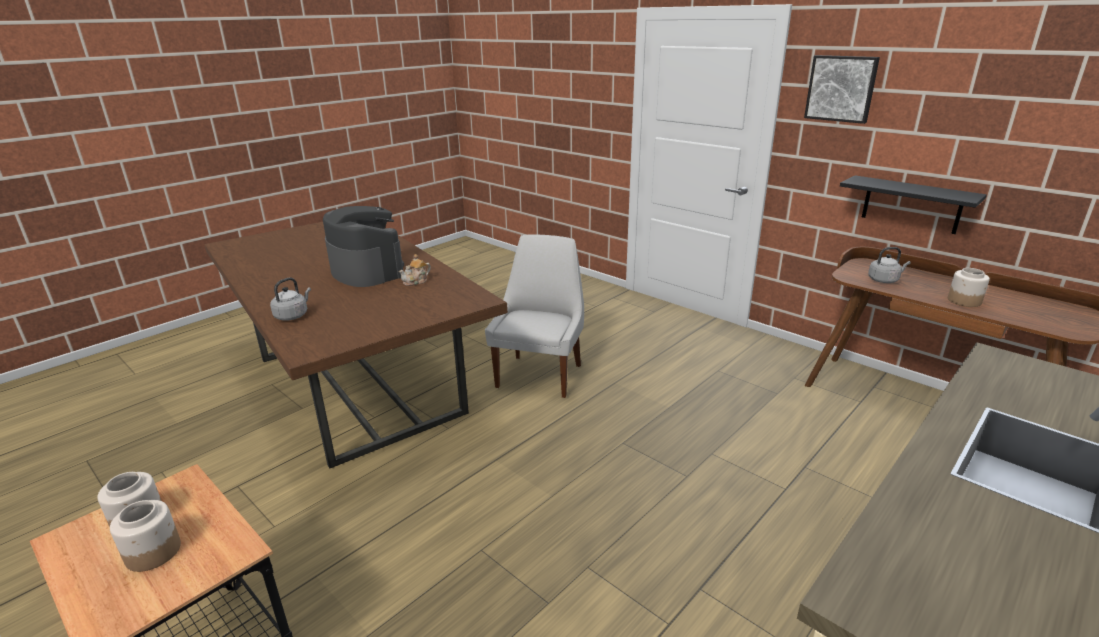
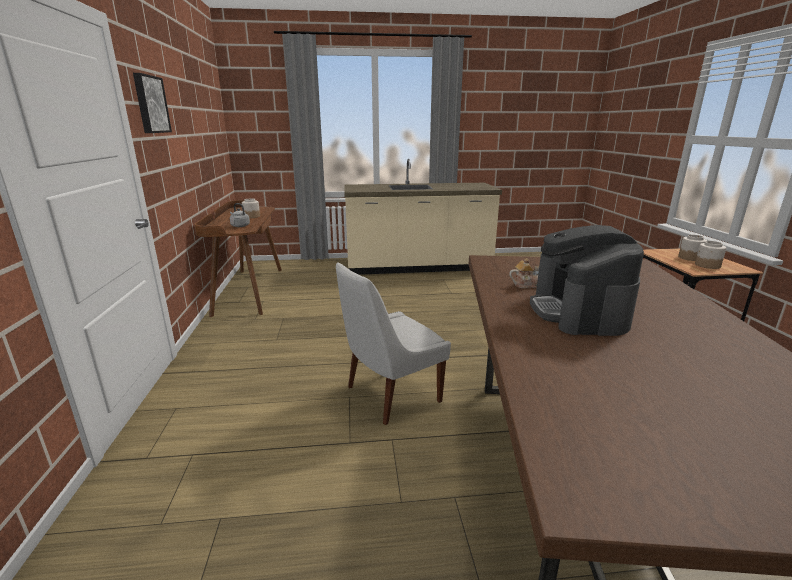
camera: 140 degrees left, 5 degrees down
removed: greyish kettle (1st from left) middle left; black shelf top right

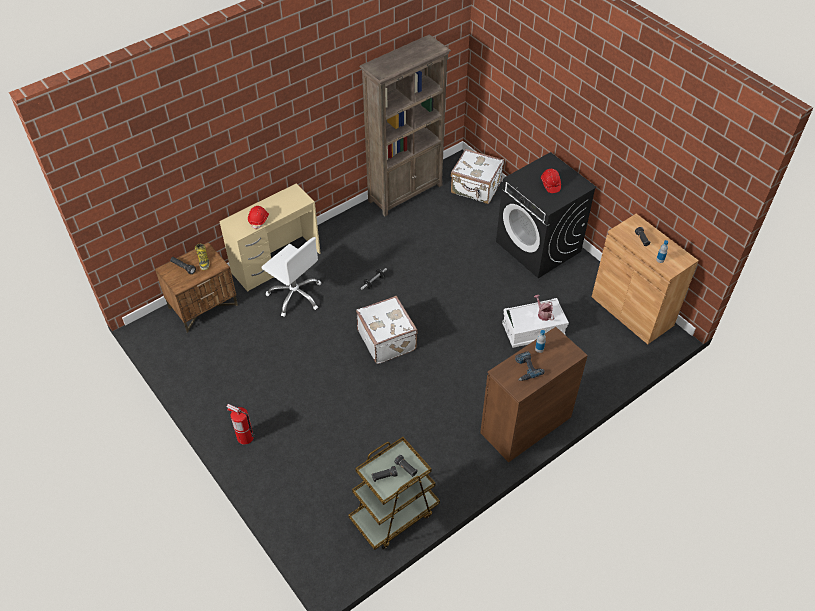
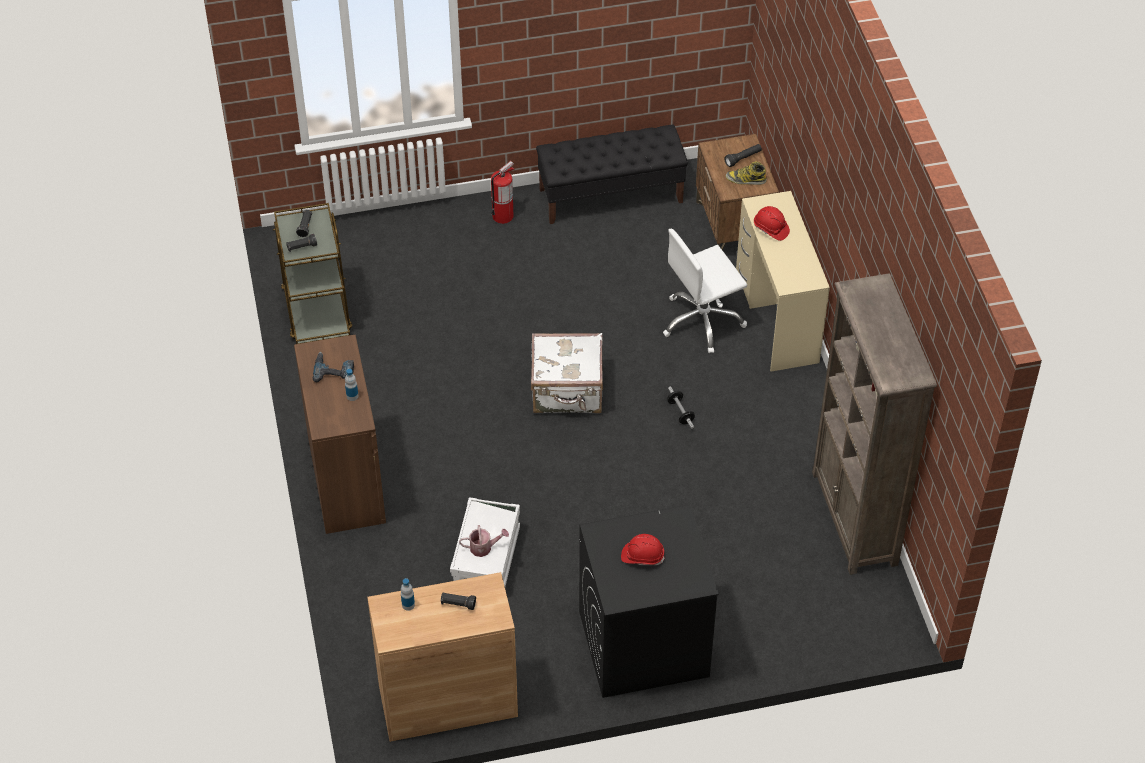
camera: 115 degrees right, 0 degrees up
removed: white travel case (2nd from left) top centre
added: black long seat top centre

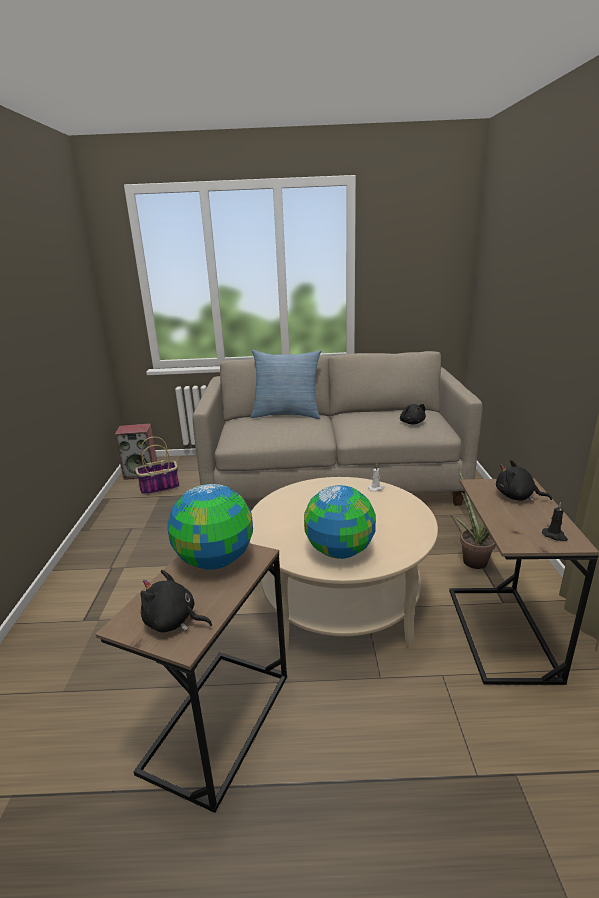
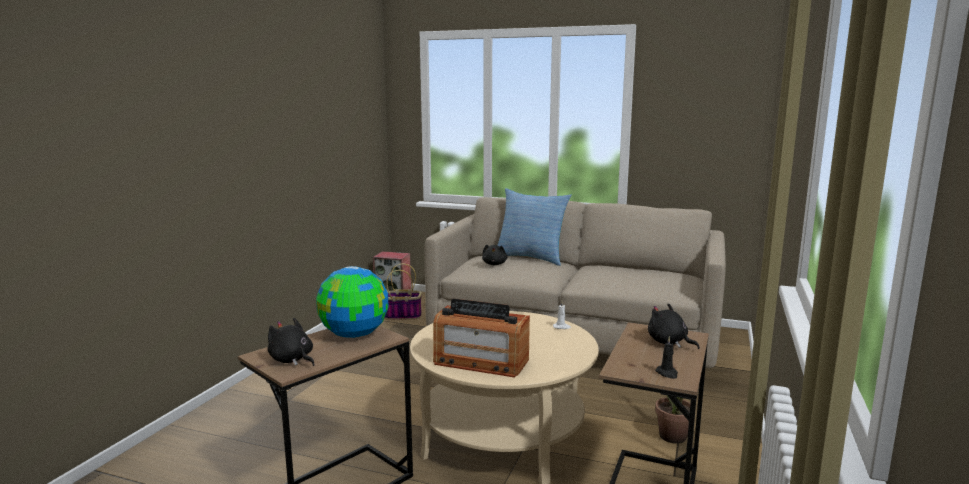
camera: 20 degrees right, 10 degrees down
moved: black soft toy (2nd from left) middle right to centre
replaced: globe (2nd from left) centre to radio receiver bottom centre

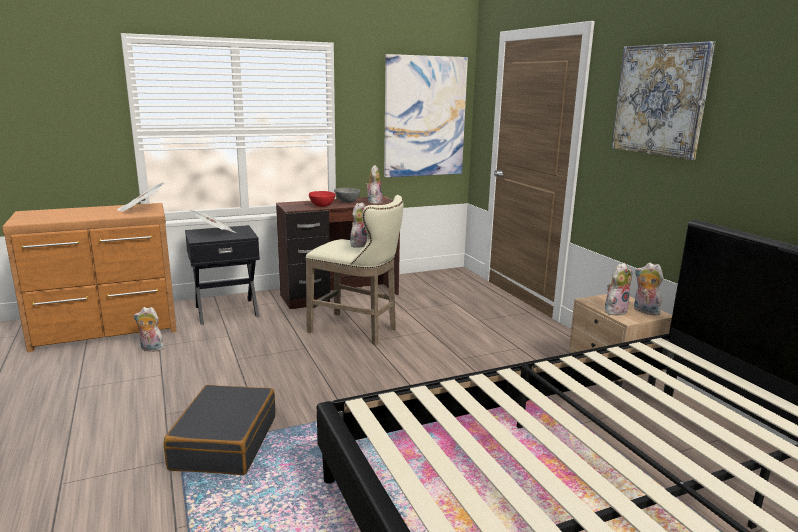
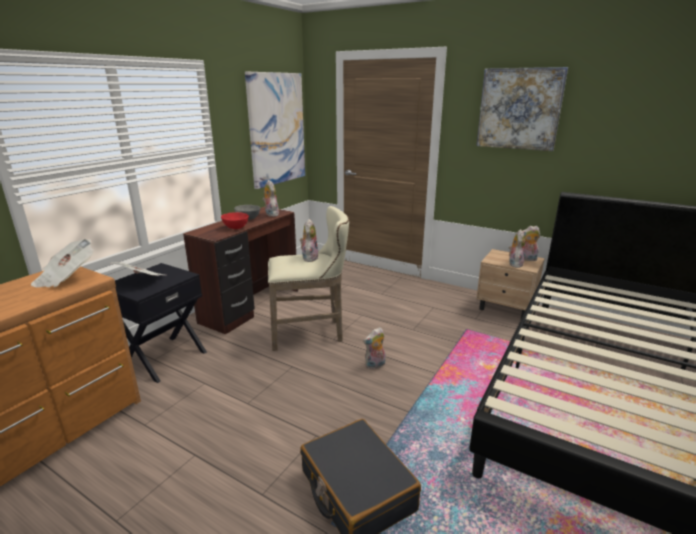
camera: 35 degrees left, 5 degrees up
moved: soft toy (1st from left in the first image) middle left to soft toy (3rd from left) centre

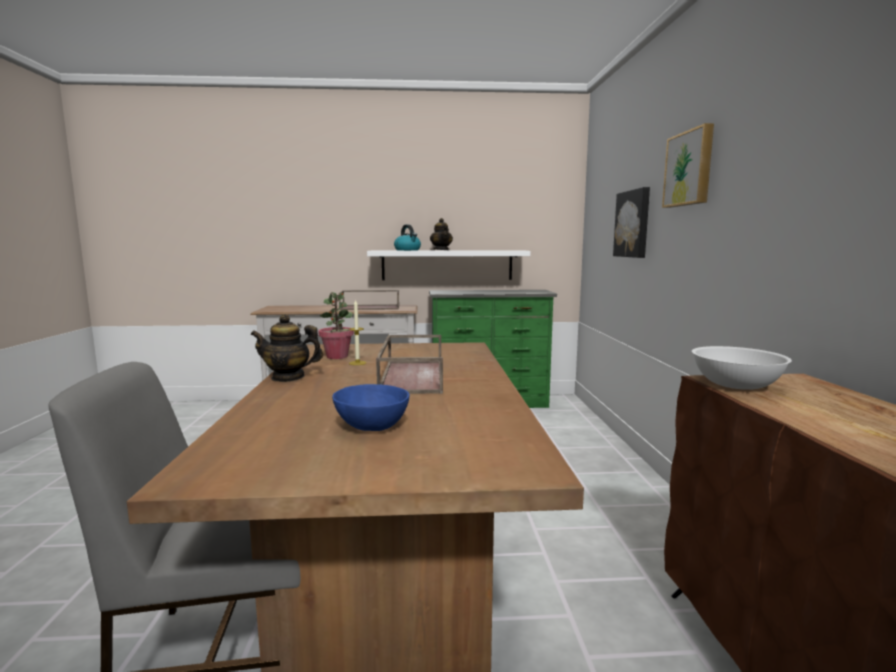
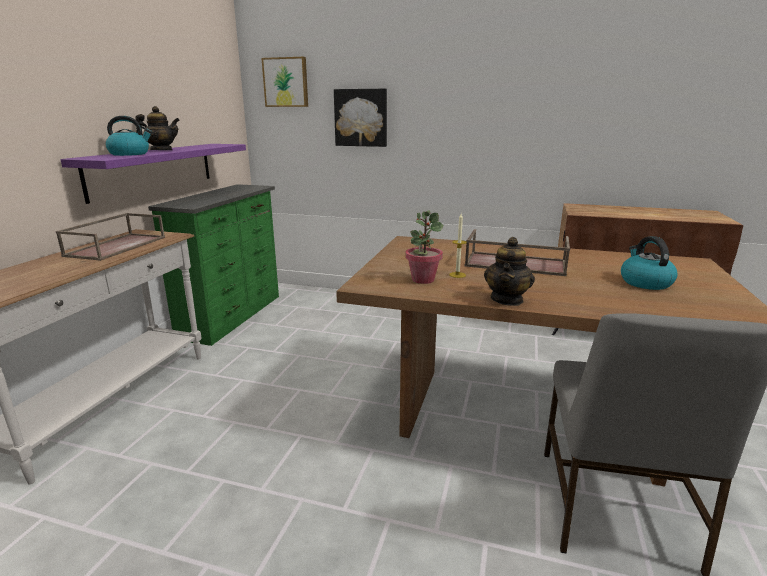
camera: 70 degrees left, 10 degrees up
removed: white serving bowl middle right
moved: picture (2nd from left in the first image) top right to picture (1st from left) top centre
replaced: blue-coloured serving bowl centre to kettle (2nd from left) middle right
recoloured: white shelf centre to purplish shelf top left

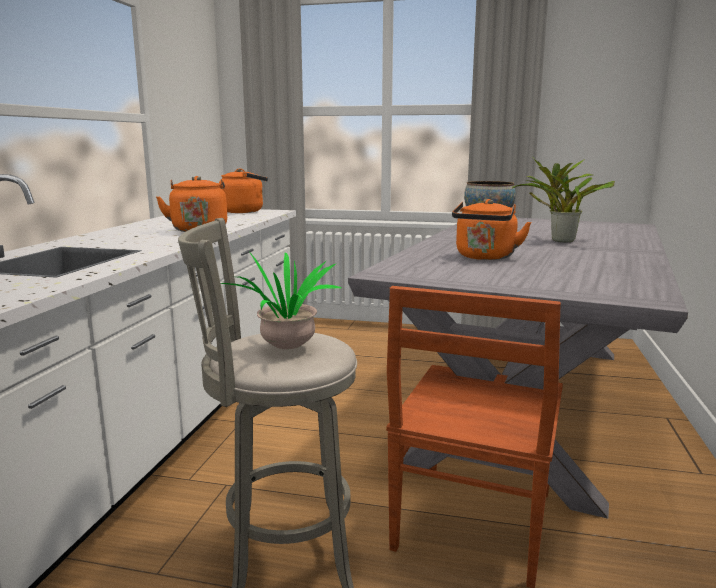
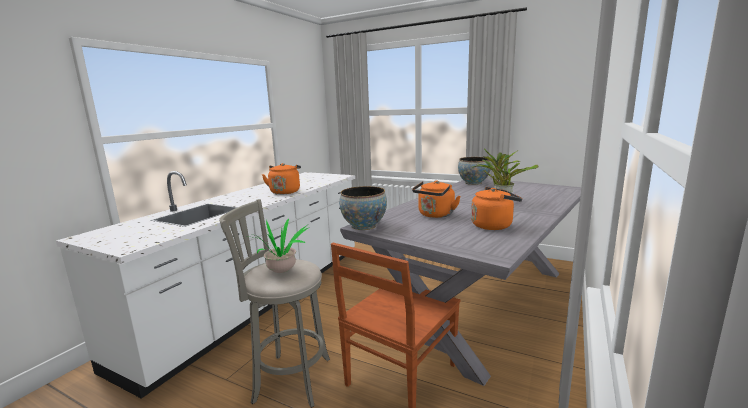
camera: 15 degrees right, 0 degrees up
added: serving bowl (1st from left) centre
moved: orange-coloured kettle (2nd from left in the first image) top centre to orange-coloured kettle (3rd from left) centre

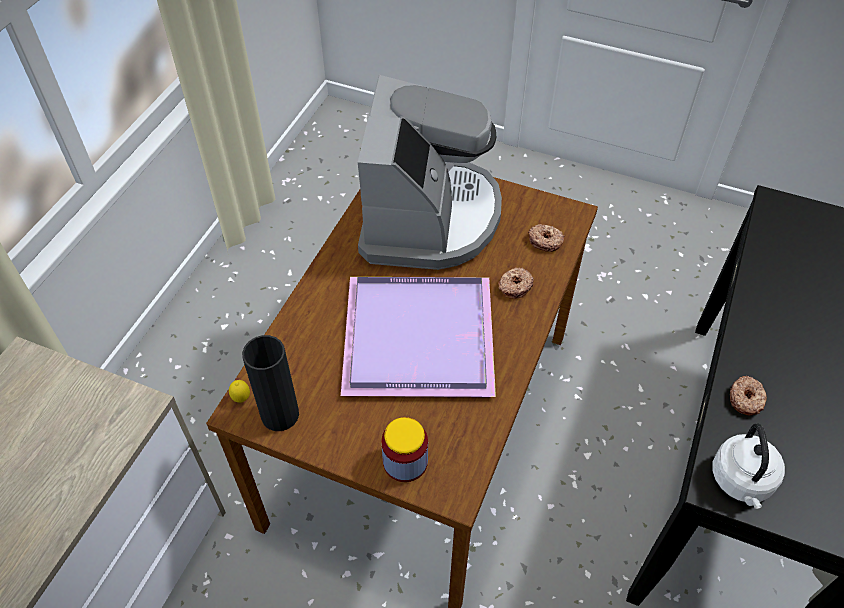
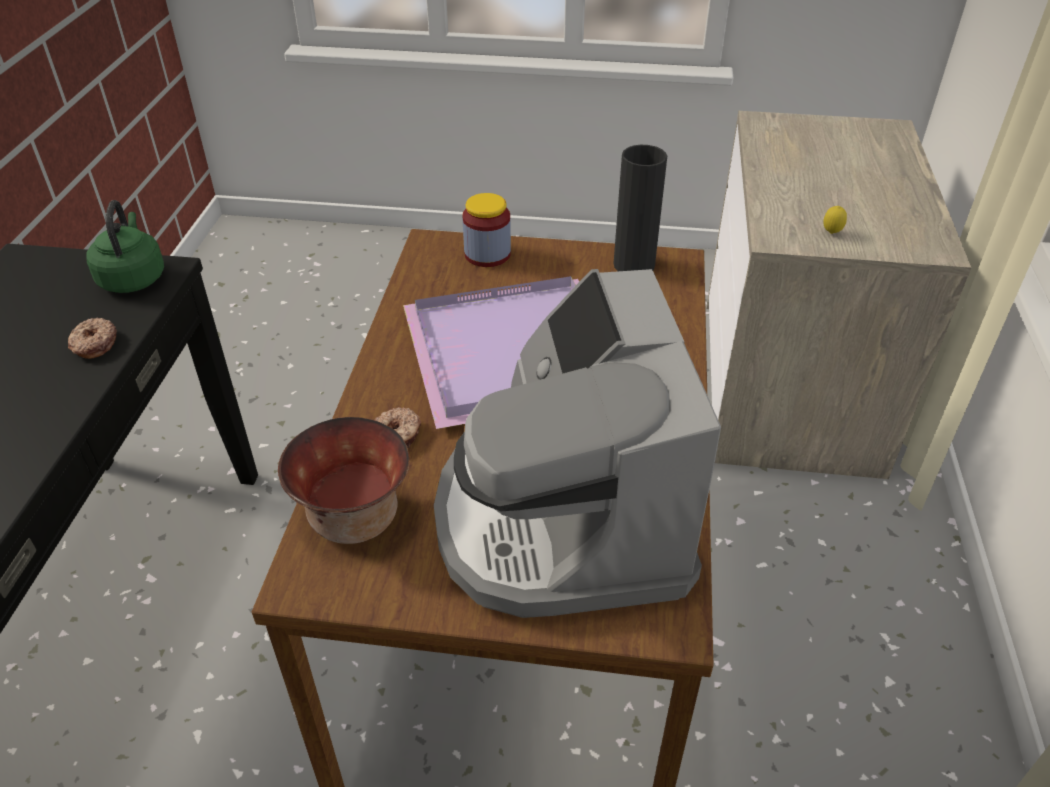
camera: 165 degrees right, 10 degrees down
moved: lemon middle left to top right
replaced: donut (2nd from left) centre to serving bowl middle left
recoloured: white kettle bottom right to green kettle top left

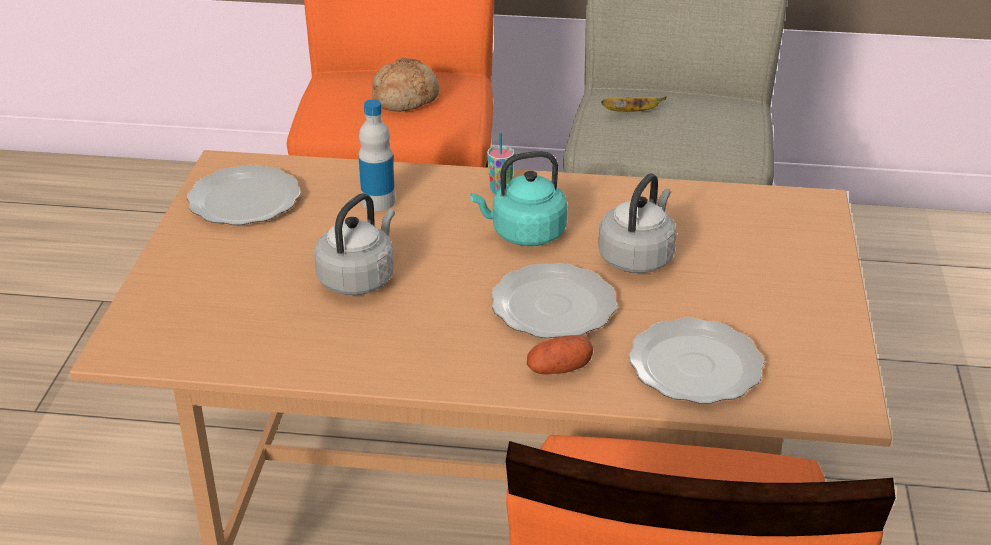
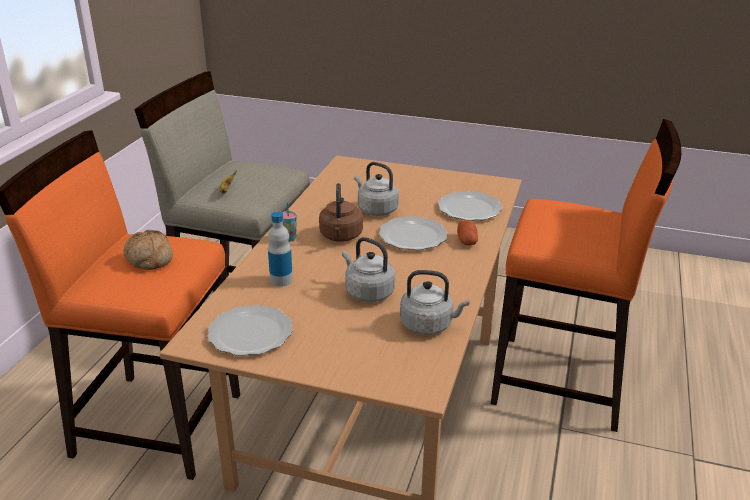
camera: 80 degrees left, 5 degrees down
added: greyish kettle (3rd from left) centre
recoloured: turquoise-coloured kettle centre to brown-coloured kettle centre

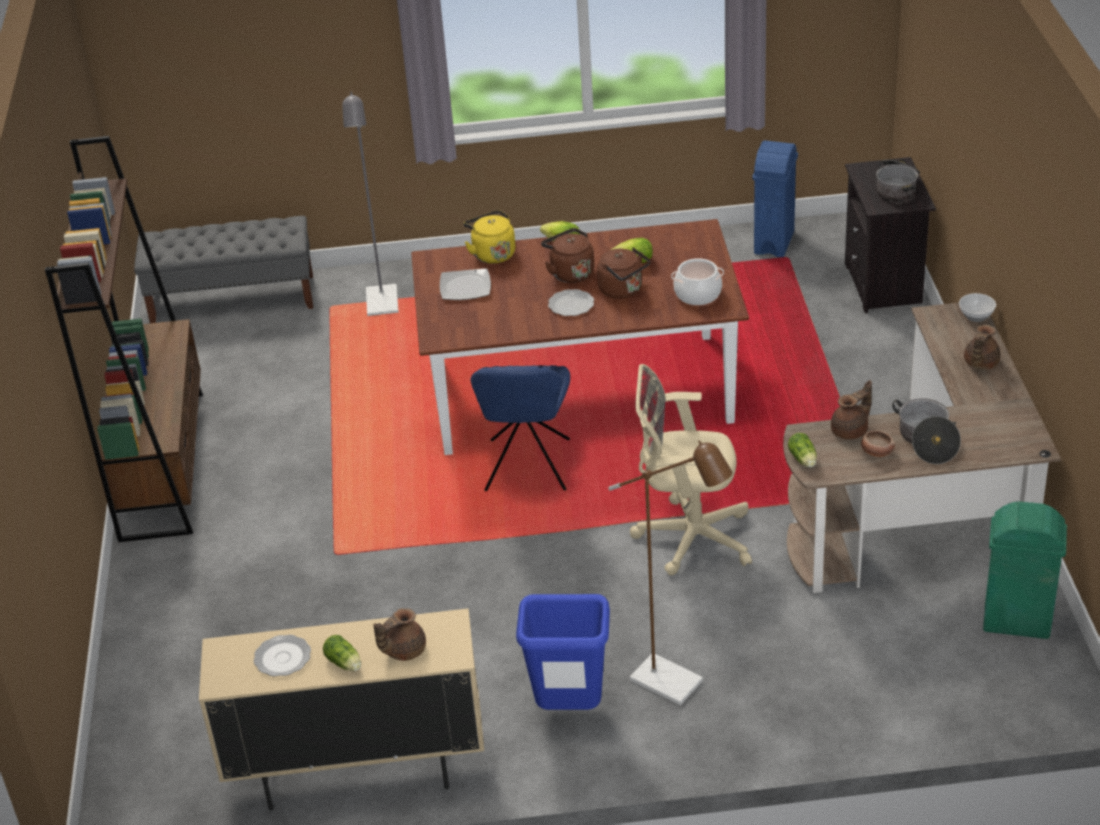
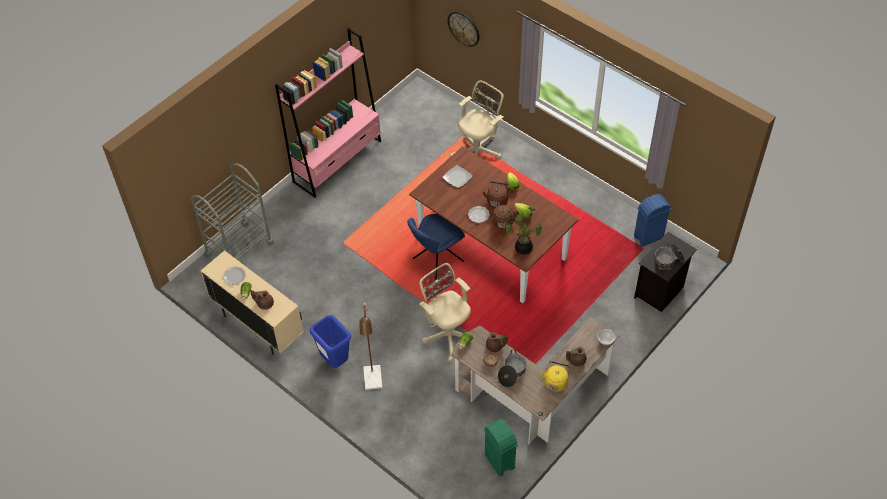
camera: 45 degrees right, 15 degrees up
removed: greyish long seat top left
added: greyish wheeled cart middle left; clock on the wall top centre
moved: yellow kettle top centre to bottom centre
replaced: greyish floor lamp top centre to sand-coloured computer chair (2nd from left) top centre; stockpot (1st from left) centre to potted plant centre
recoloured: brown-coloured bookshelf middle left to pink-coloured bookshelf top centre

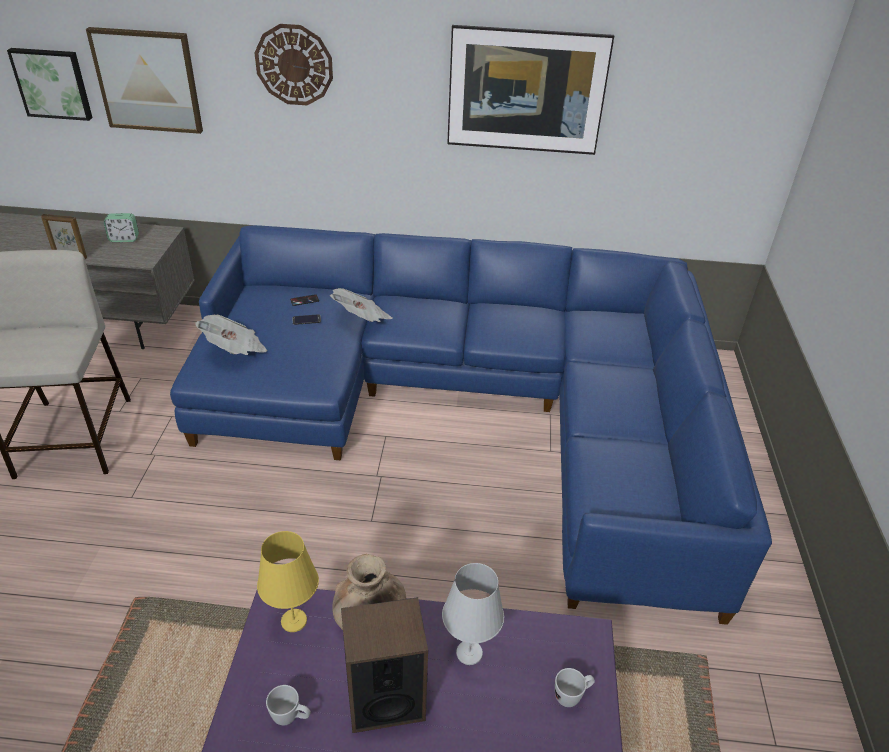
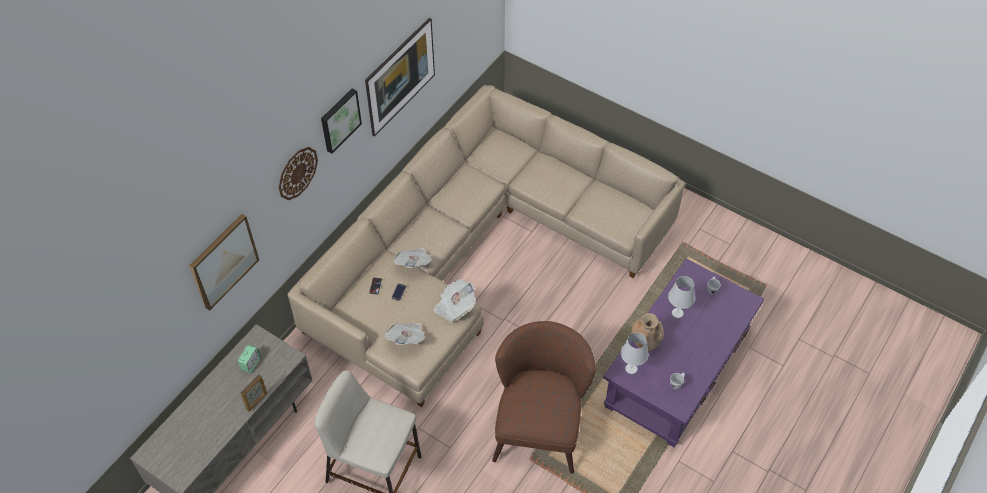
camera: 60 degrees left, 15 degrees up
removed: speaker bottom centre
added: daily paper (3rd from left) centre; brown-coloured lounge chair bottom centre
moved: picture (1st from left in the first image) top left to picture (2nd from left) top centre
recoloured: blue-coloured couch centre to sand-coloured couch centre; yellow table lamp bottom left to white table lamp (1st from left) bottom centre

